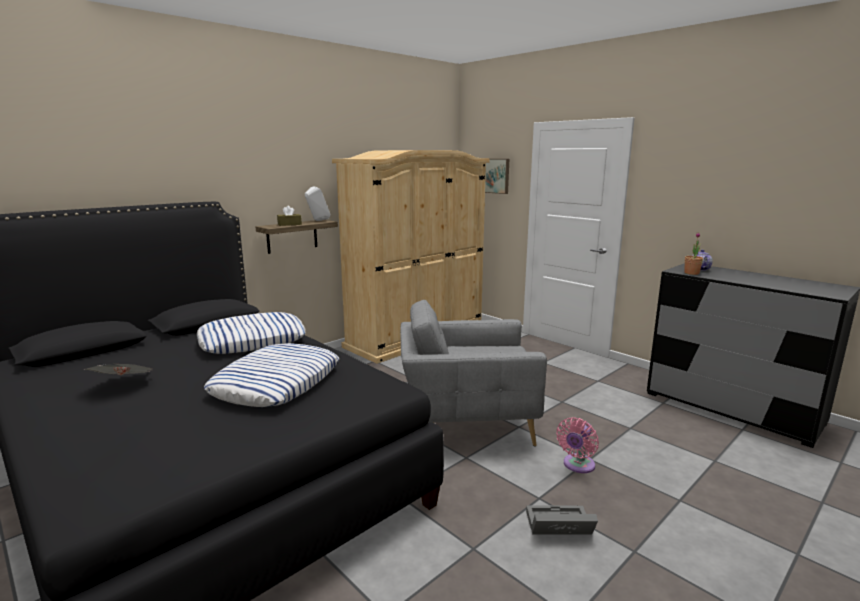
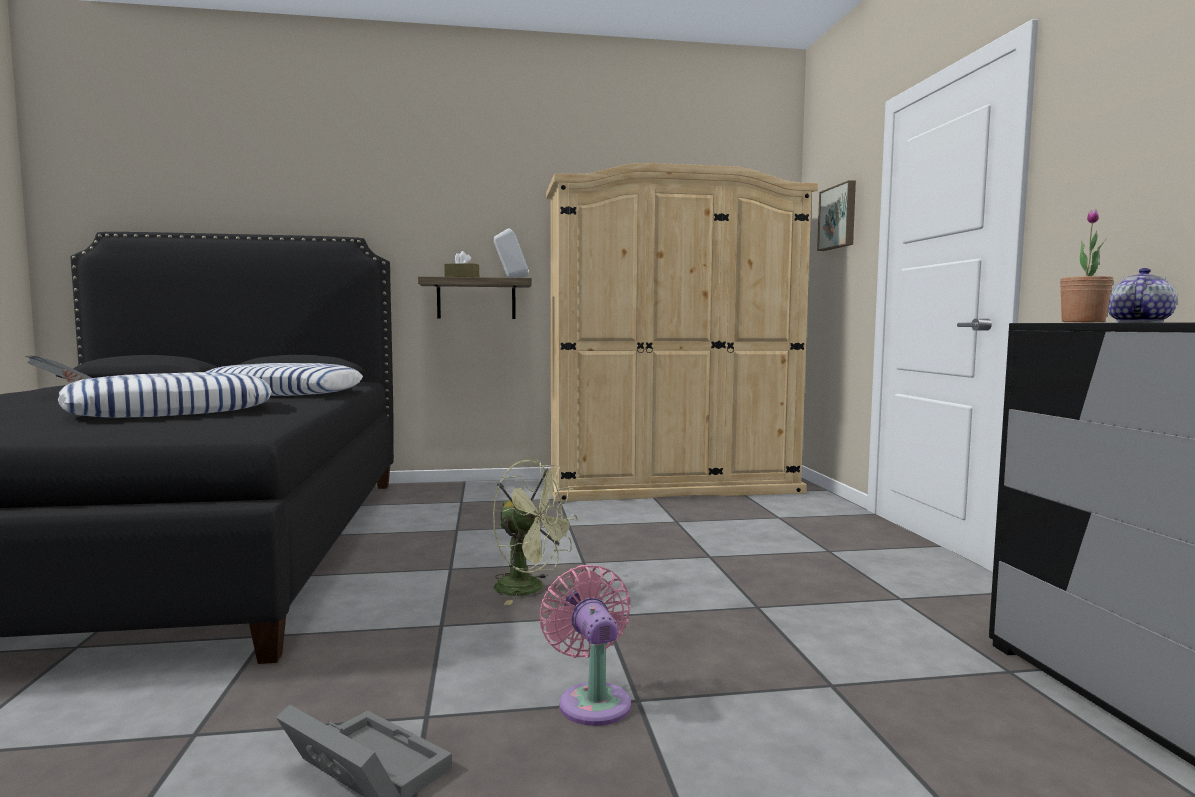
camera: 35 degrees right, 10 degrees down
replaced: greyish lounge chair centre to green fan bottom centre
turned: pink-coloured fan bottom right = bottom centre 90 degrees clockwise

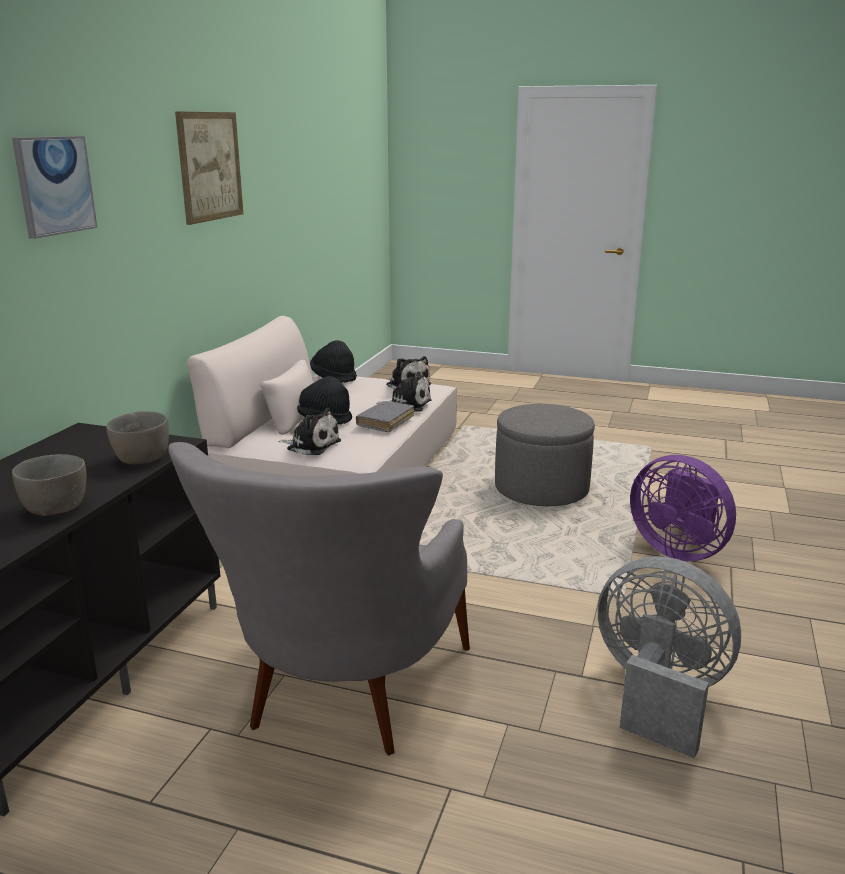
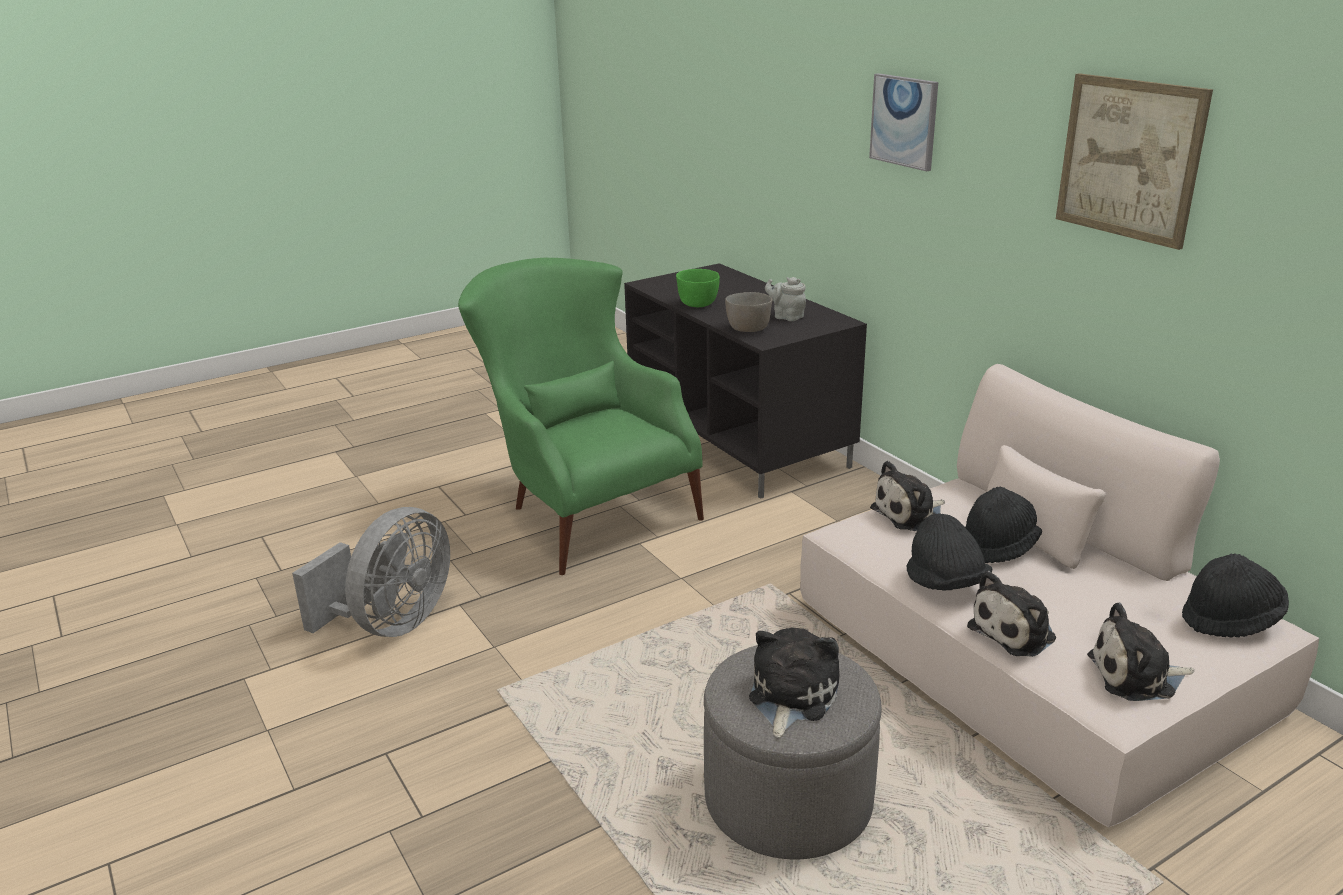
camera: 130 degrees right, 5 degrees up
removed: purplish fan middle right
added: soft toy (1st from left) bottom centre; greyish pot for tea centre
replaced: greyish volume centre to black clothing hat (1st from left) middle right
recoloured: greyish serving bowl (1st from left) middle left to green serving bowl top centre; greyish lounge chair bottom centre to green lounge chair centre
turned: greyish fan bottom right = middle left 45 degrees counterclockwise

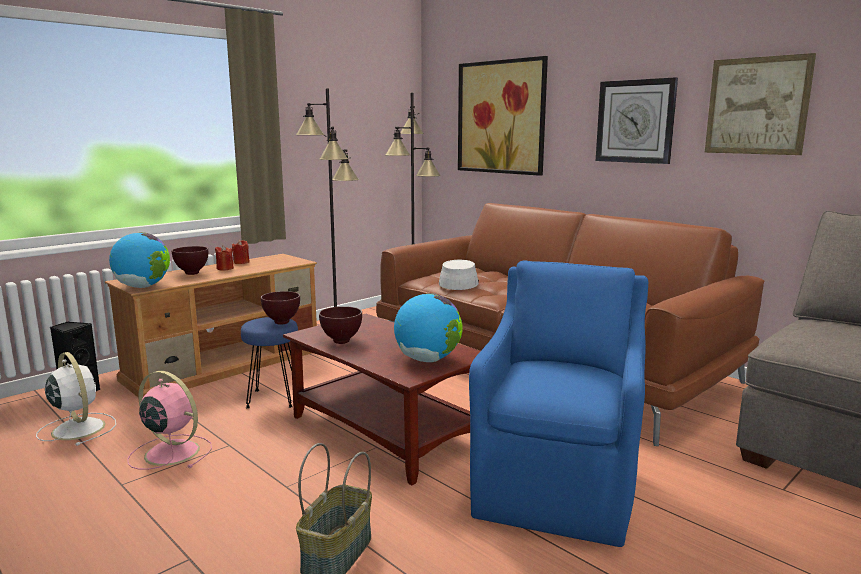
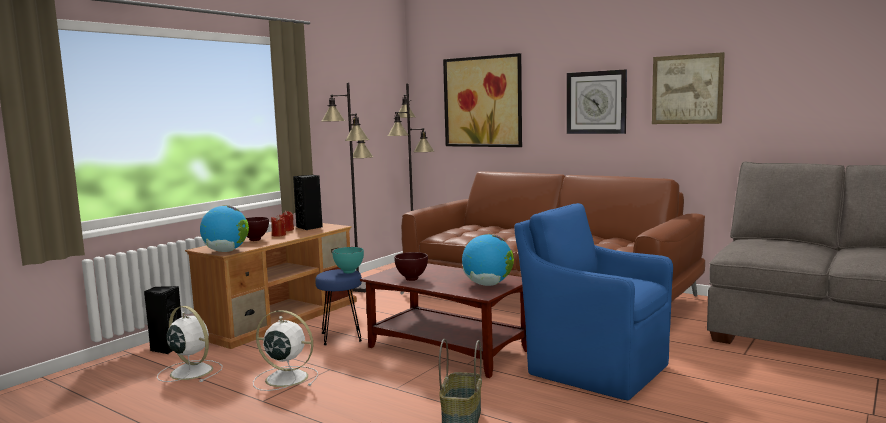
camera: 10 degrees left, 5 degrees down
removed: greyish clothing hat centre
added: black speaker (2nd from left) centre
recoloured: pink-coloured fan bottom left to white fan (2nd from left) bottom left; brown-coloured serving bowl (2nd from left) middle left to turquoise-coloured serving bowl centre
turned: blue-coloured lounge chair bottom centre = bottom right 60 degrees counterclockwise

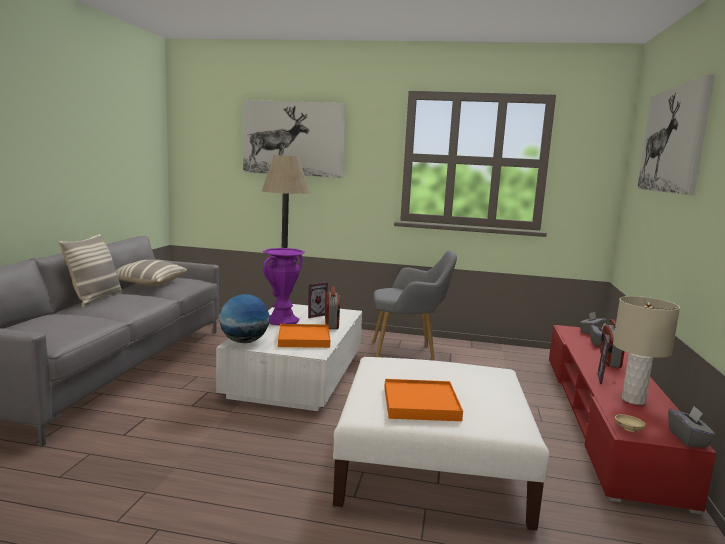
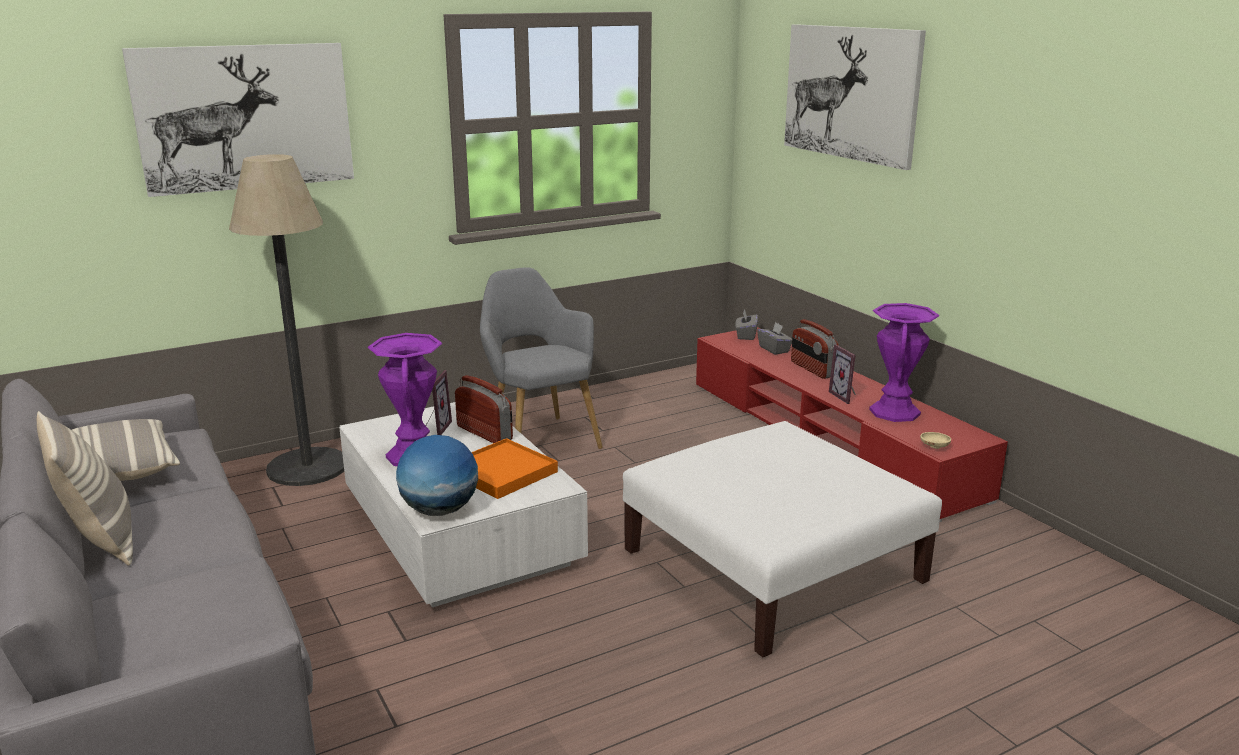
camera: 40 degrees left, 10 degrees up
removed: orange-coloured serving tray (2nd from left) bottom centre; greyish tissue box (3rd from left) bottom right
replaced: sand-coloured table lamp middle right to purplish decorative vase (2nd from left) middle right
turned: greyish lounge chair centre = centre 75 degrees counterclockwise

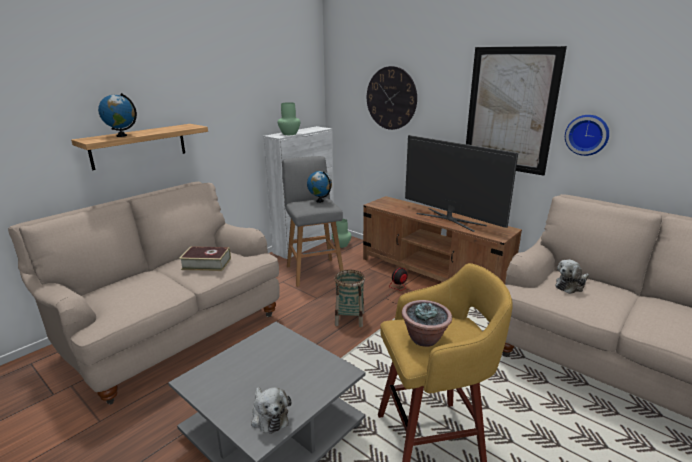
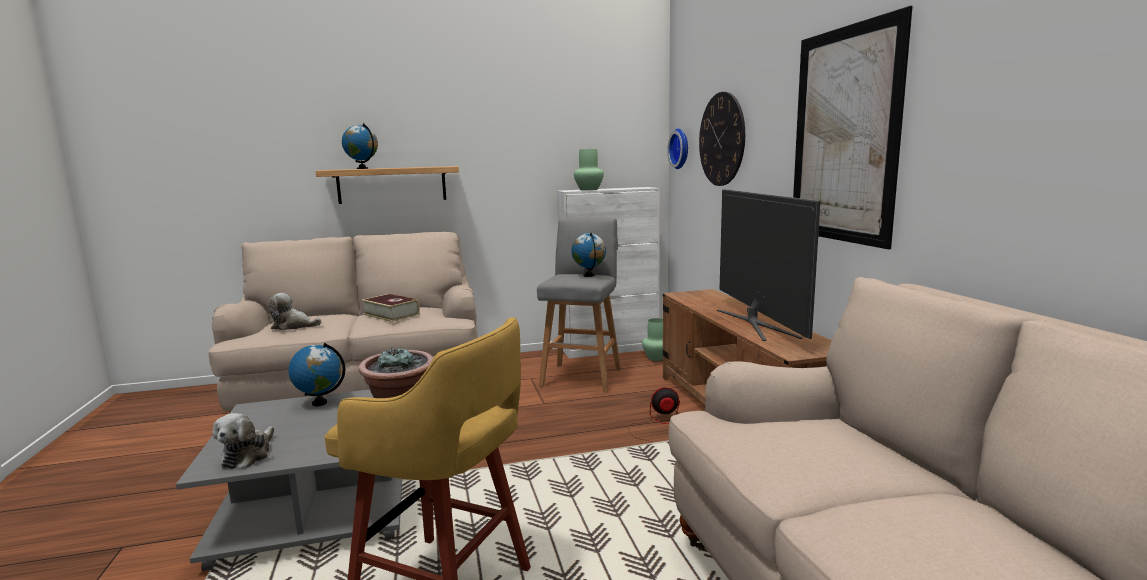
camera: 35 degrees right, 10 degrees down
removed: household basket centre
added: globe (1st from left) middle left
moved: soft toy (2nd from left) middle right to middle left; clock on the wall (2nd from left in the first image) top right to clock on the wall (1st from left) top centre

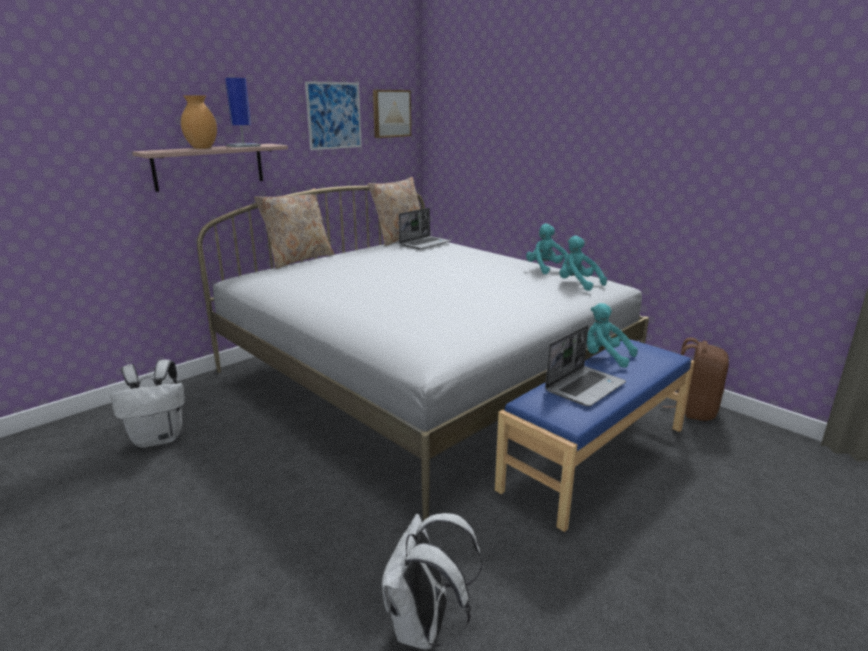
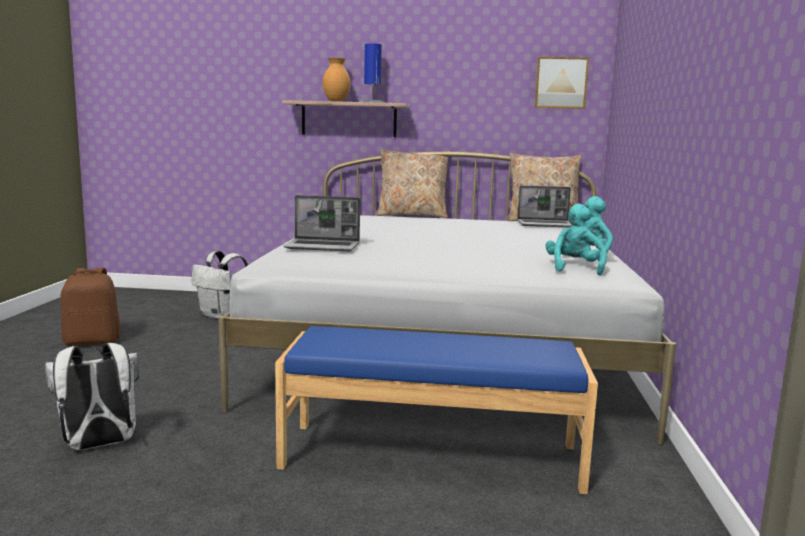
camera: 50 degrees right, 10 degrees down
removed: picture (1st from left) top centre; turquoise-coloured soft toy (3rd from left) middle right
moved: portable computer (2nd from left in the first image) middle right to portable computer (1st from left) centre; brown-coloured rucksack middle right to middle left

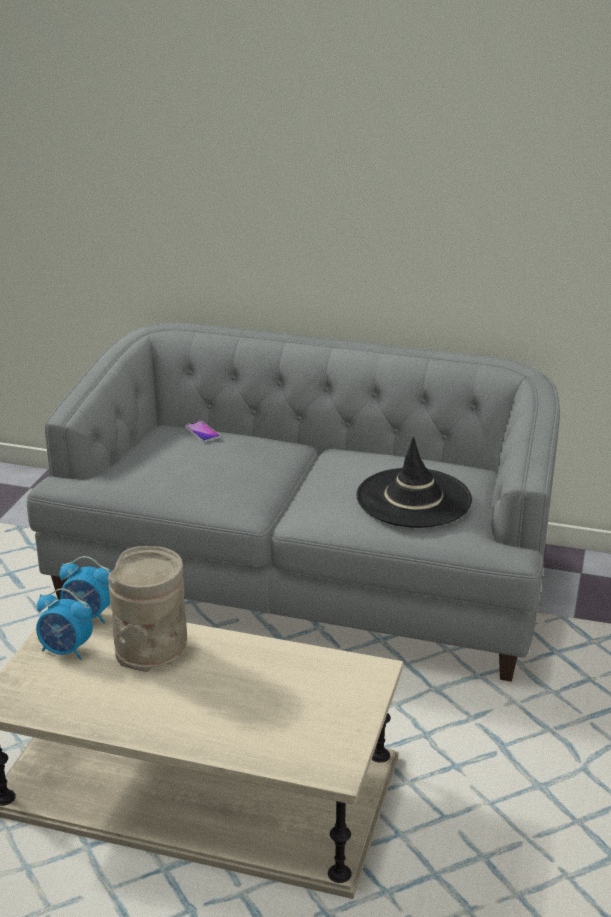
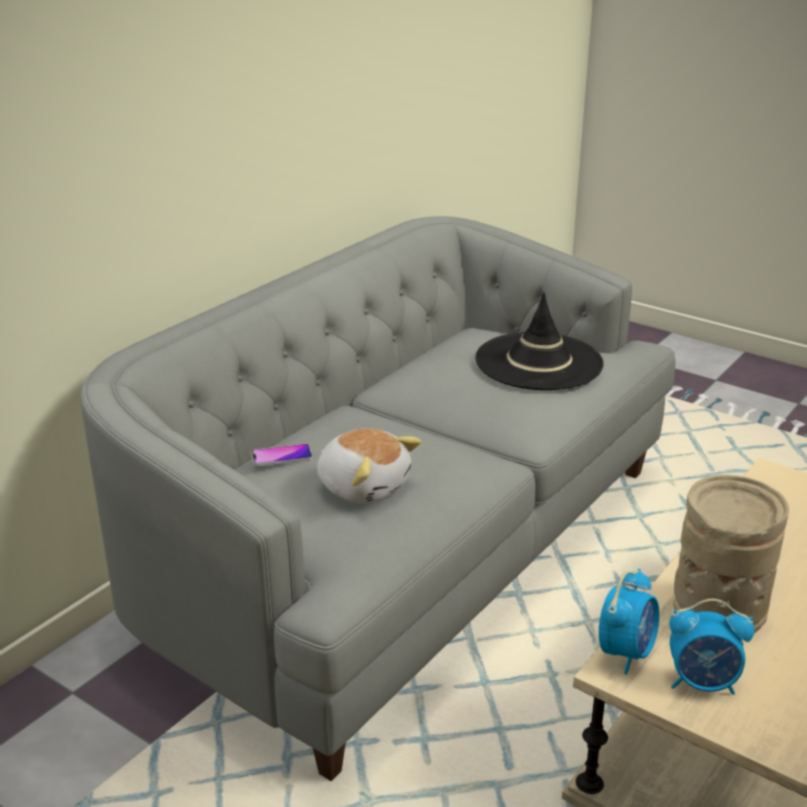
camera: 70 degrees left, 0 degrees up
added: soft toy centre
turned: bedside clock (1st from left in the first image) bottom left = bottom right 60 degrees clockwise

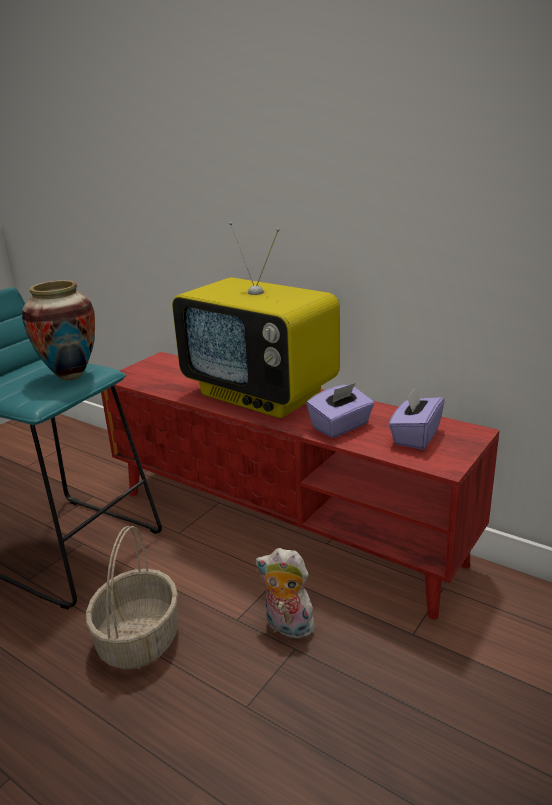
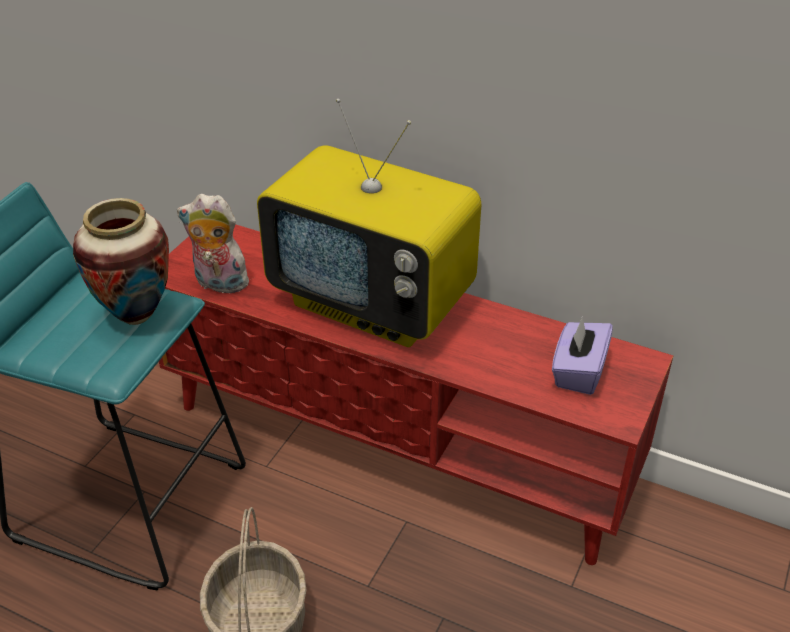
camera: 10 degrees left, 15 degrees up
removed: purplish tissue box (1st from left) centre
moved: soft toy bottom centre to middle left

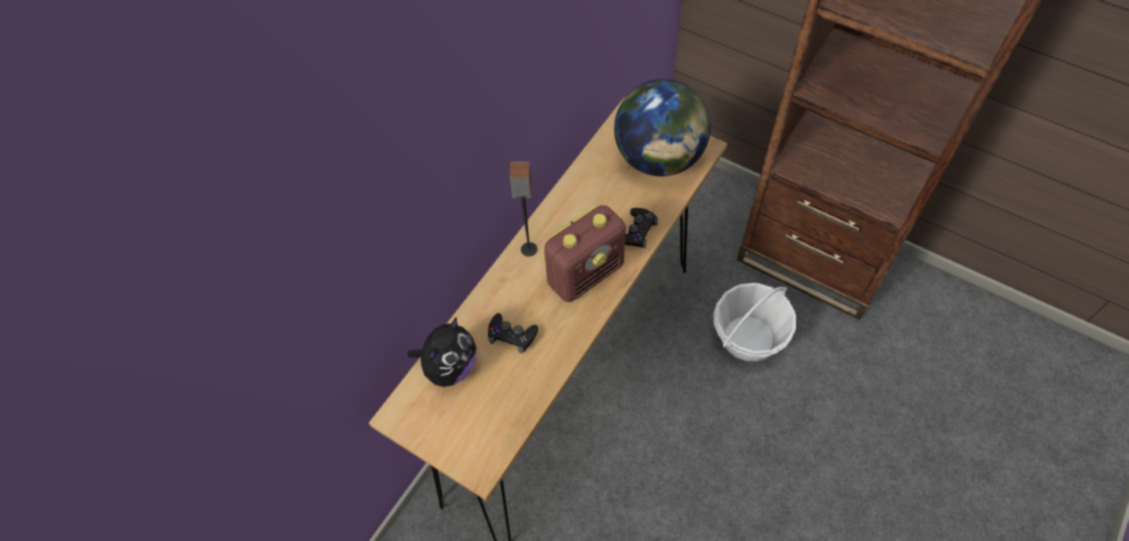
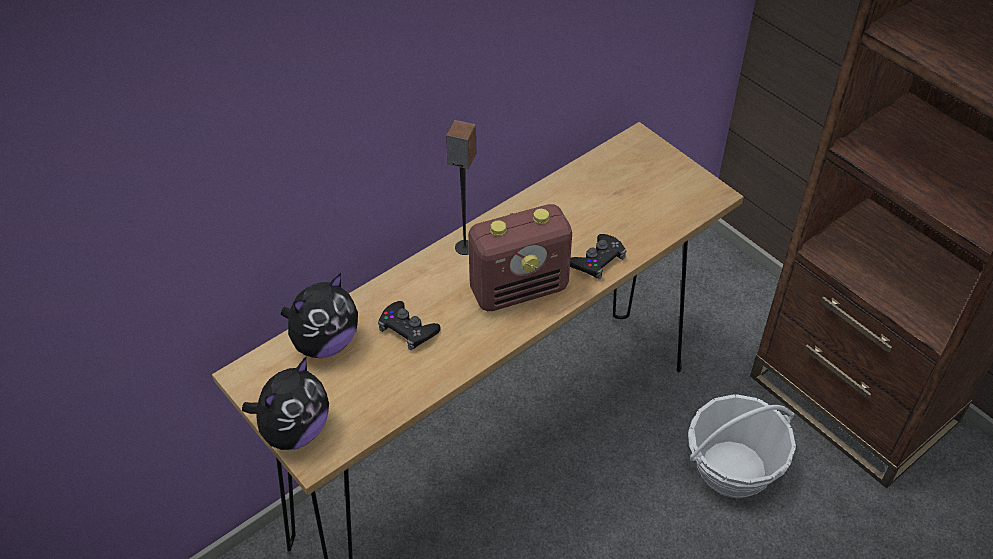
camera: 15 degrees right, 10 degrees down
removed: globe top centre
added: soft toy (1st from left) bottom left

